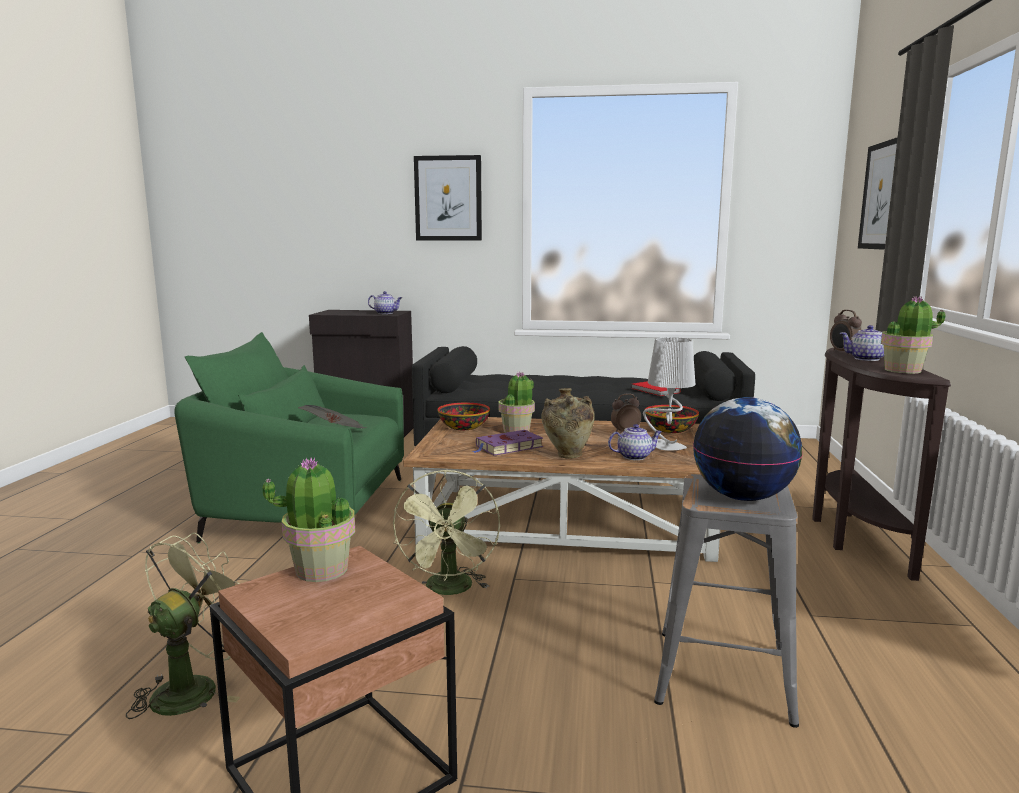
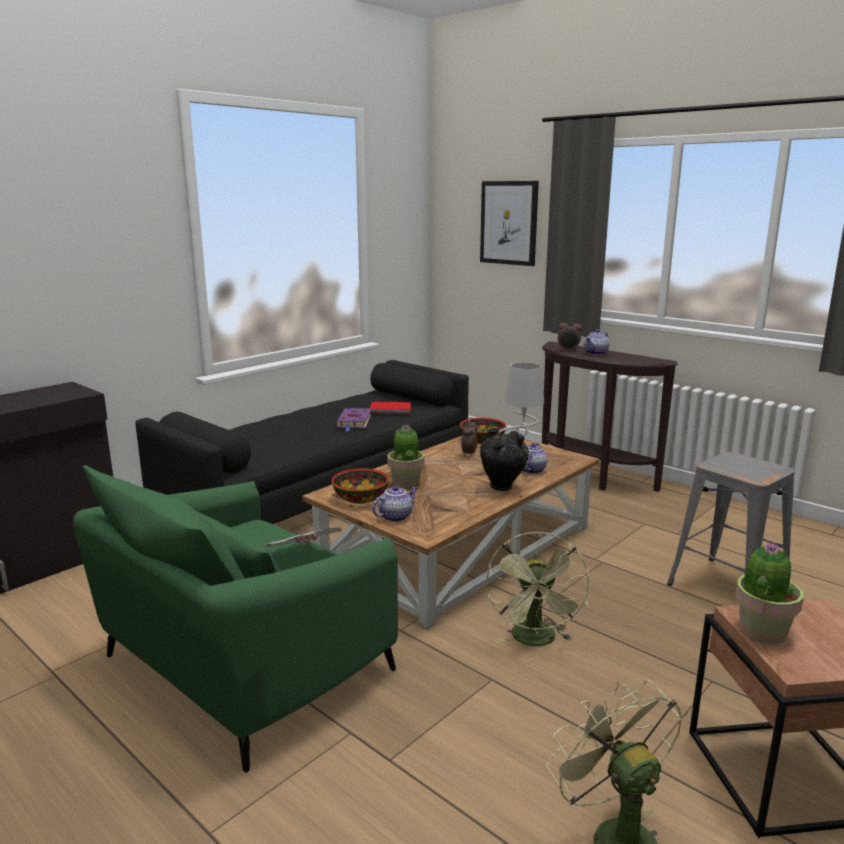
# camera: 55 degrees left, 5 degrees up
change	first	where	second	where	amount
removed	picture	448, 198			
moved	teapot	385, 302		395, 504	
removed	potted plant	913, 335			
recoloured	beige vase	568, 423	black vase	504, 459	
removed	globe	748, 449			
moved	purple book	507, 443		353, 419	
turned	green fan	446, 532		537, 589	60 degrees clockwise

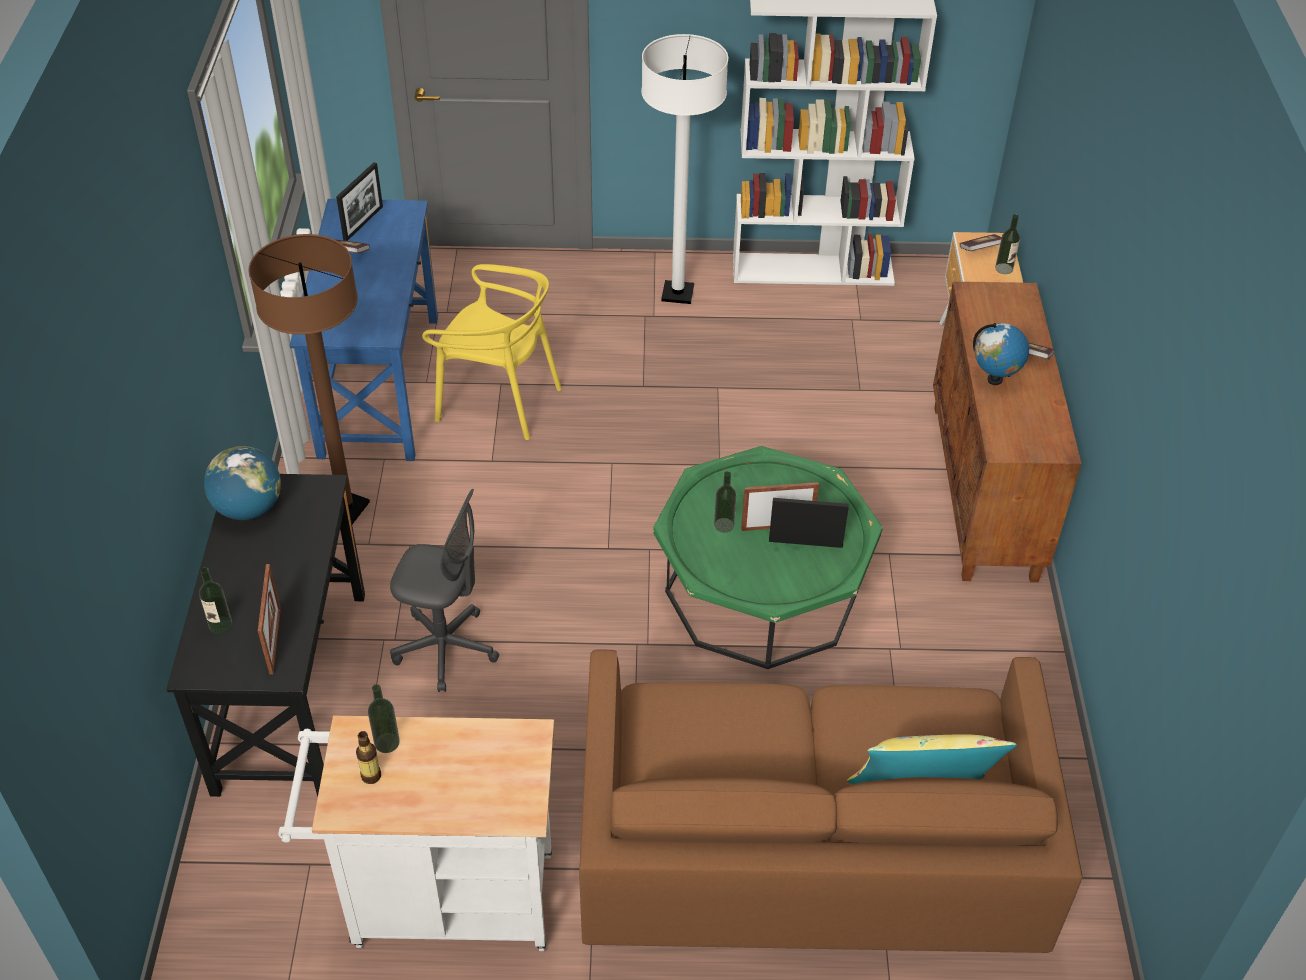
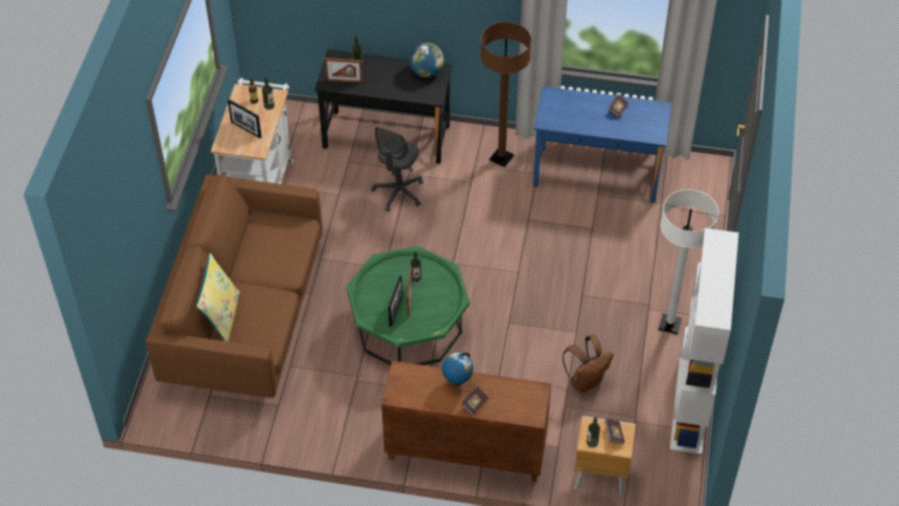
# camera: 100 degrees right, 5 degrees up
change	first	where	second	where	amount
moved	picture frame	359, 201		245, 118	
removed	yellow chair	492, 352			
added			brown backpack	588, 363	

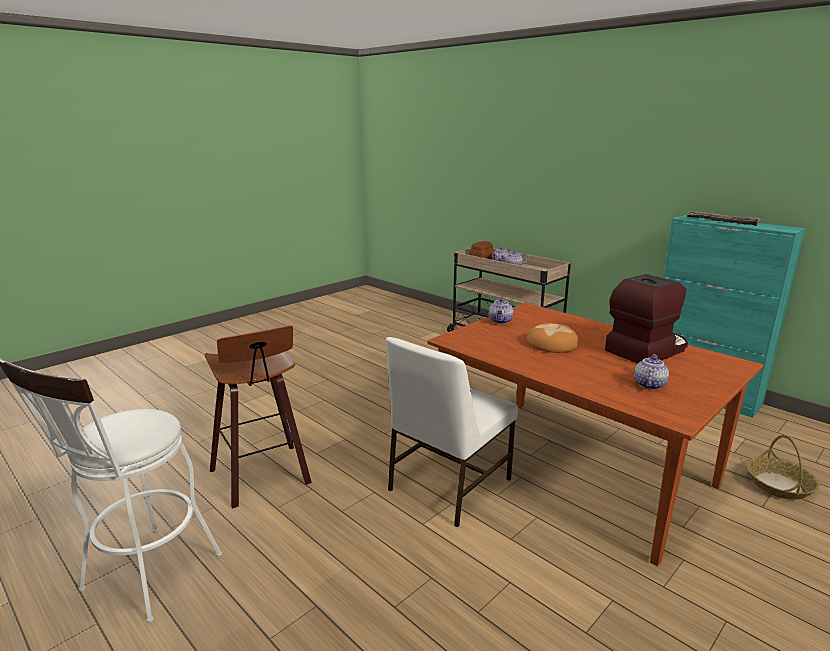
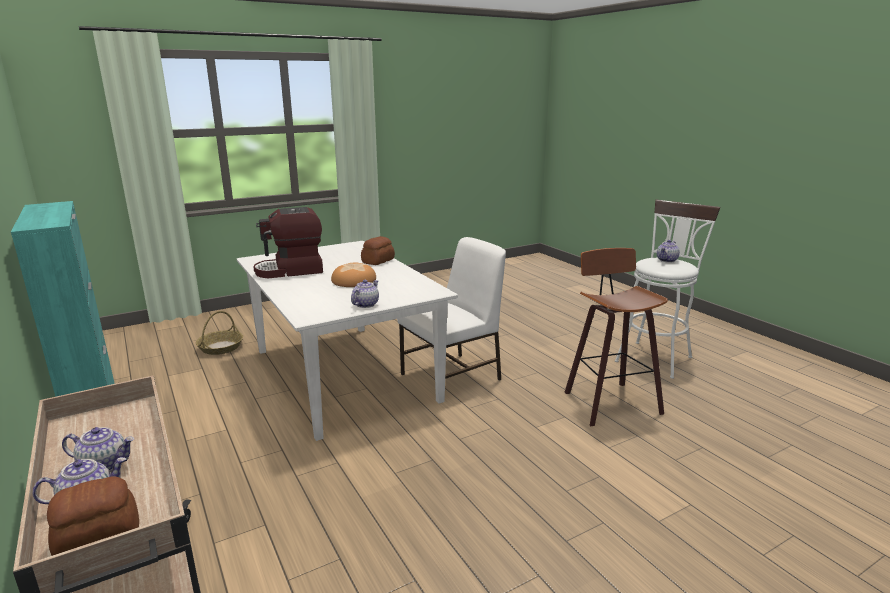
# camera: 165 degrees left, 0 degrees up
change	first	where	second	where	amount
removed	tray	724, 218			
recoloured	brown dining table	595, 434	white dining table	347, 341	
moved	teapot	651, 372		668, 251	
added			bread	378, 250	

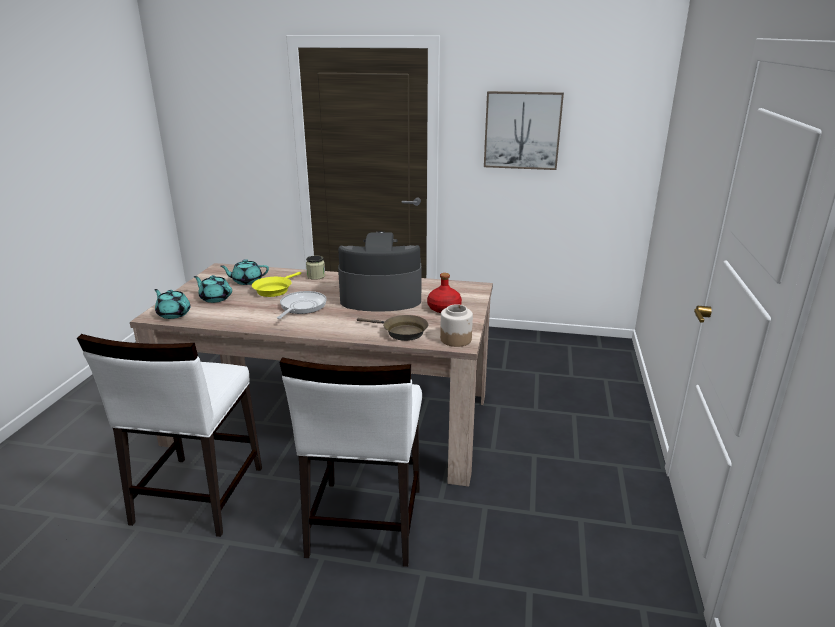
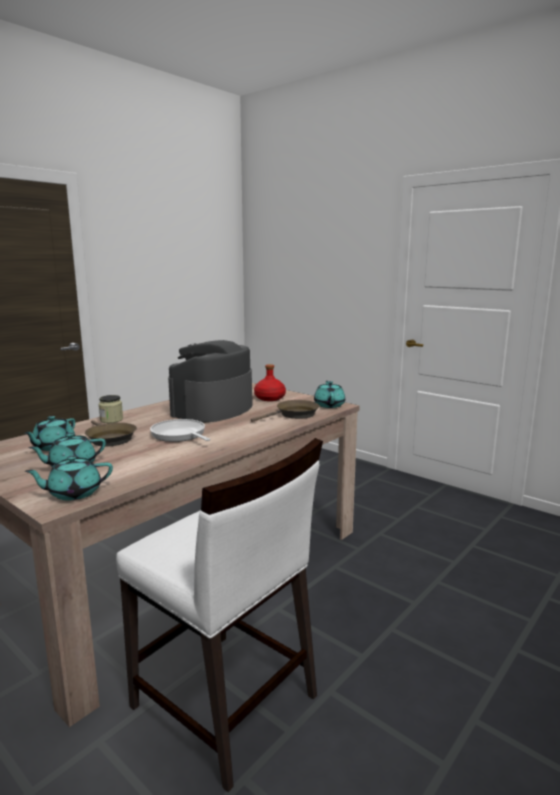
# camera: 60 degrees left, 10 degrees down
change	first	where	second	where	amount
removed	picture	524, 130			
recoloured	yellow frying pan	276, 284	brown frying pan	111, 433	
replaced	jar	456, 325	turquoise teapot	329, 394	
removed	white chair	350, 462			

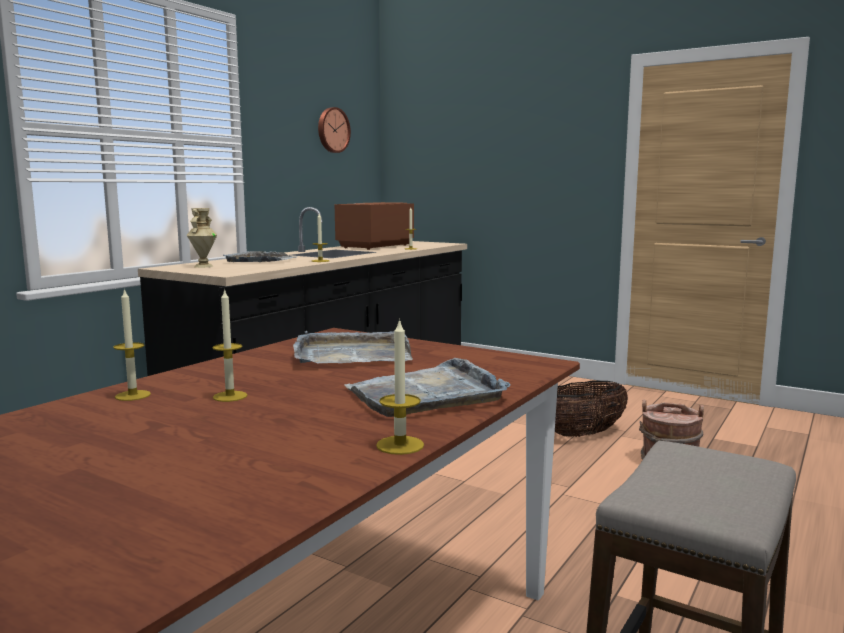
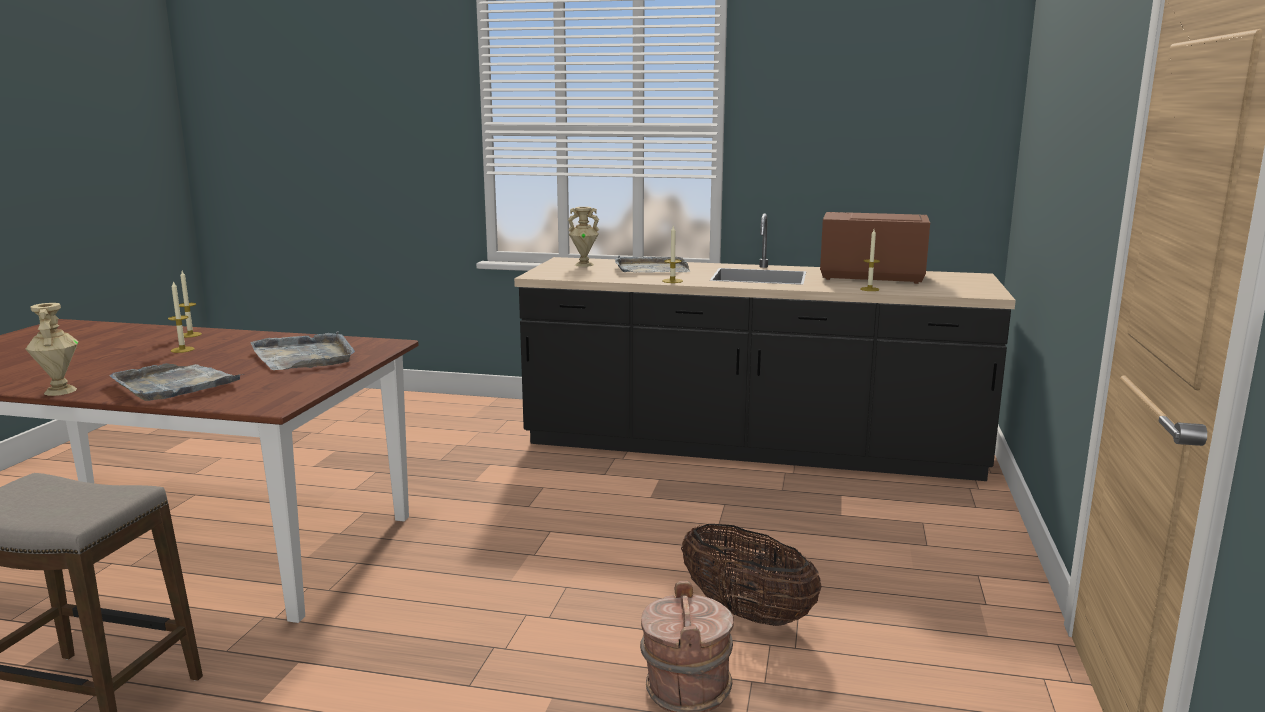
# camera: 70 degrees right, 5 degrees up
change	first	where	second	where	amount
removed	wall clock	334, 130			
replaced	candle	400, 386	beige vase	52, 349	

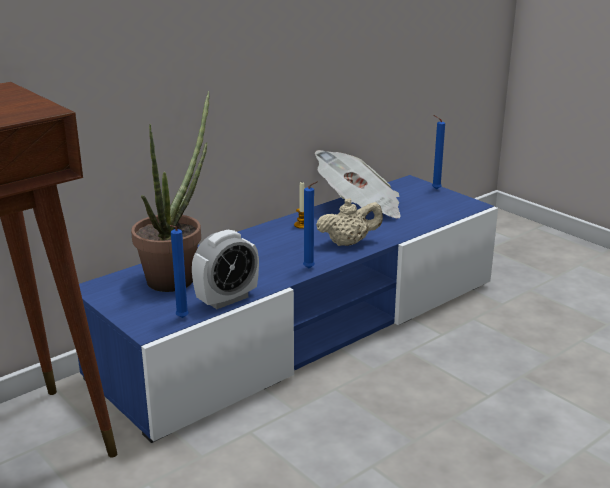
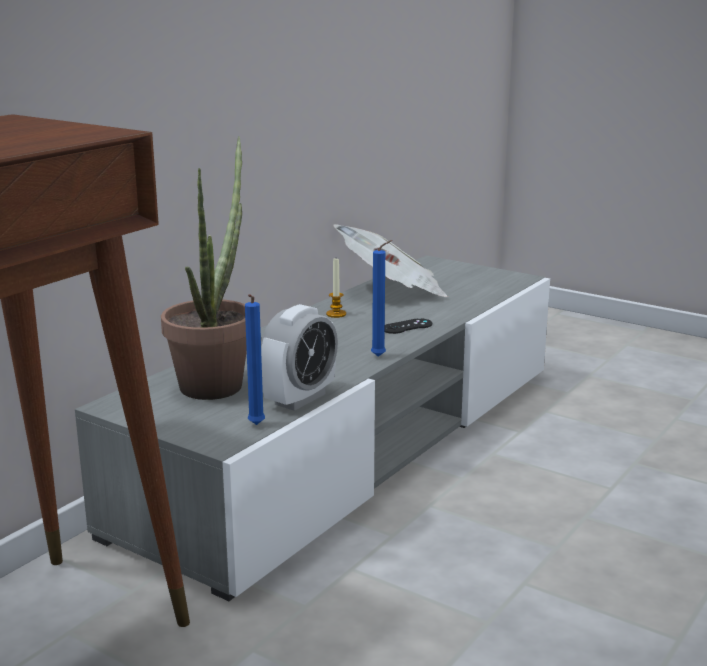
# camera: 15 degrees left, 5 degrees down
change	first	where	second	where	amount
removed	blue candle	438, 152			
recoloured	blue tv stand	288, 309	grey tv stand	312, 428	
replaced	beige teapot	349, 222	black game controller	408, 326	

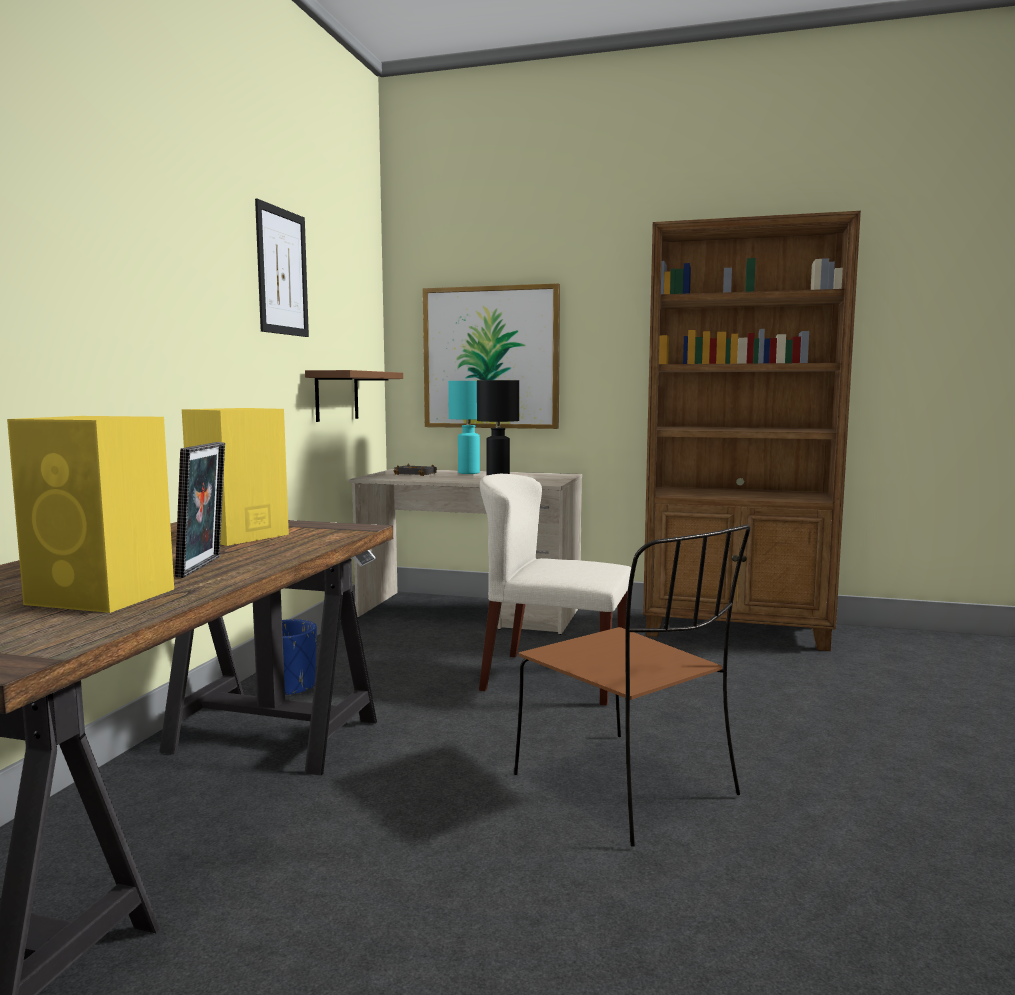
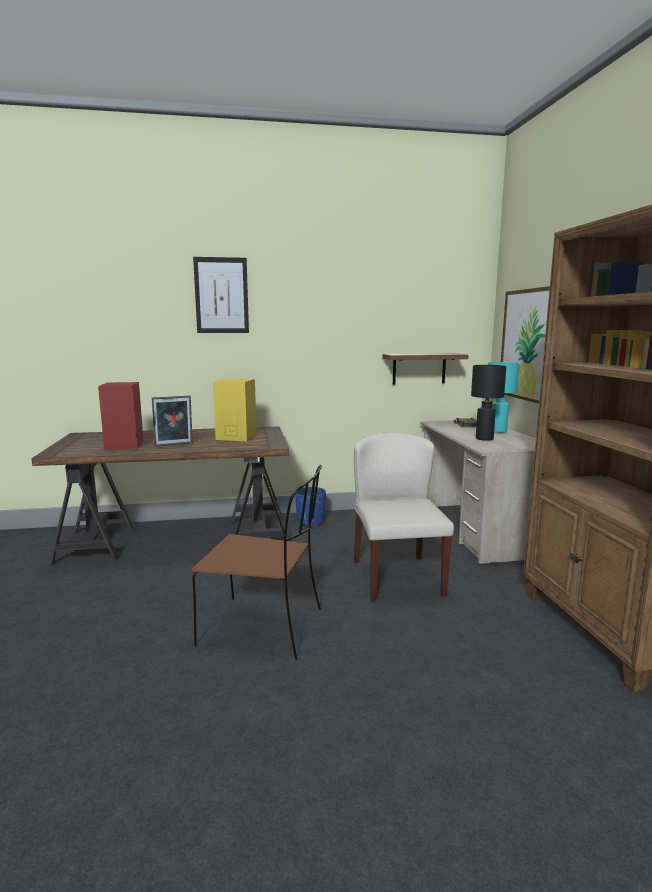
# camera: 65 degrees right, 5 degrees up
change	first	where	second	where	amount
moved	picture	282, 268		221, 295	
recoloured	yellow speaker	90, 514	red speaker	121, 416	
turned	brown chair	632, 686		257, 562	105 degrees counterclockwise

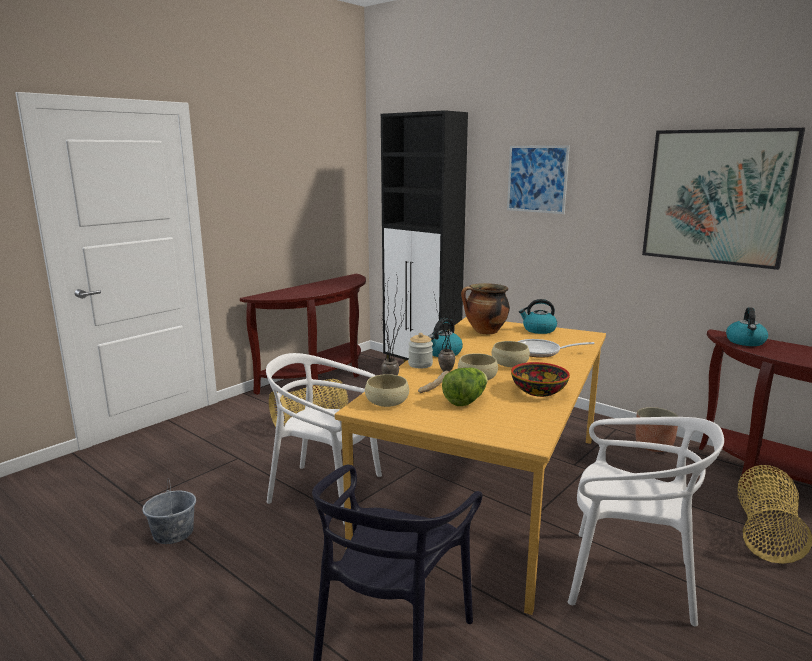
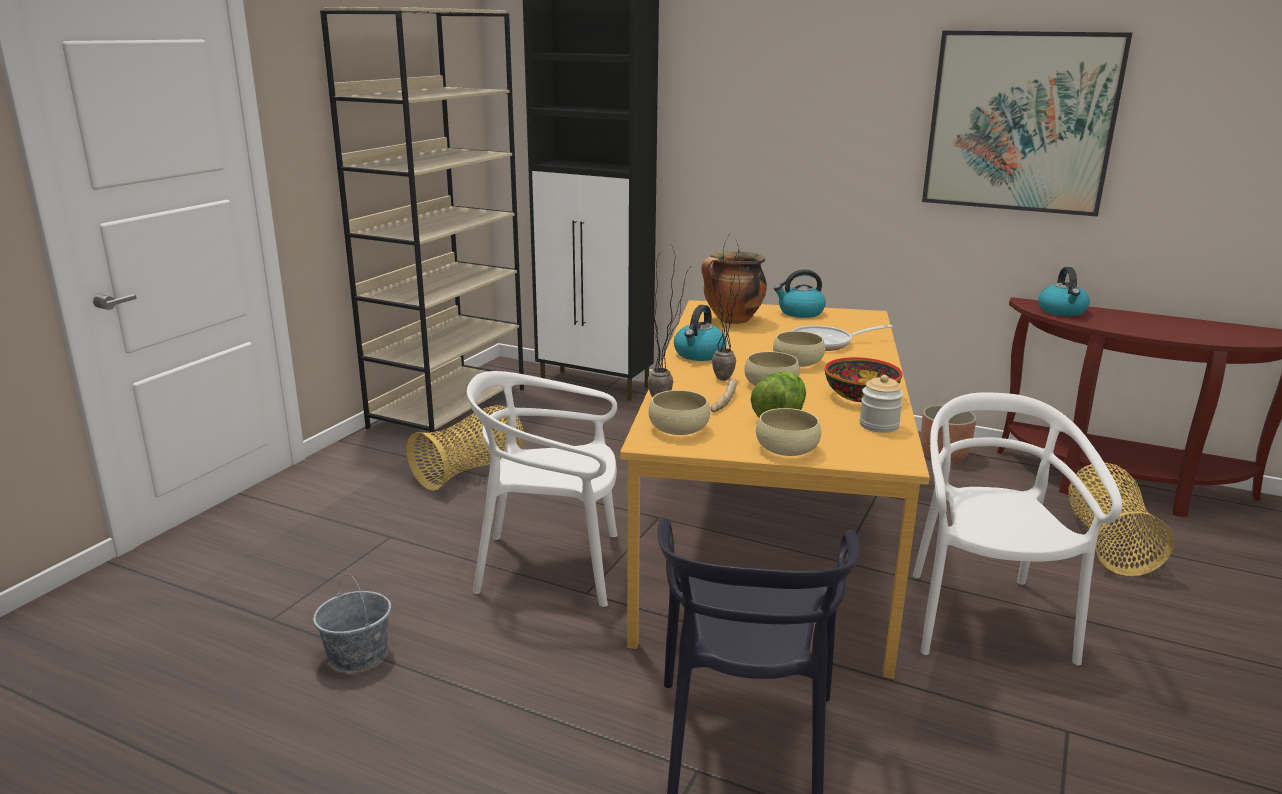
# camera: 15 degrees left, 5 degrees up
change	first	where	second	where	amount
removed	picture	538, 179			
replaced	brown console table	303, 334	beige bookcase	422, 225	
moved	jar	420, 350		881, 404	
turned	white chair	646, 522		1017, 528	90 degrees counterclockwise
added			beige bowl	788, 432	

